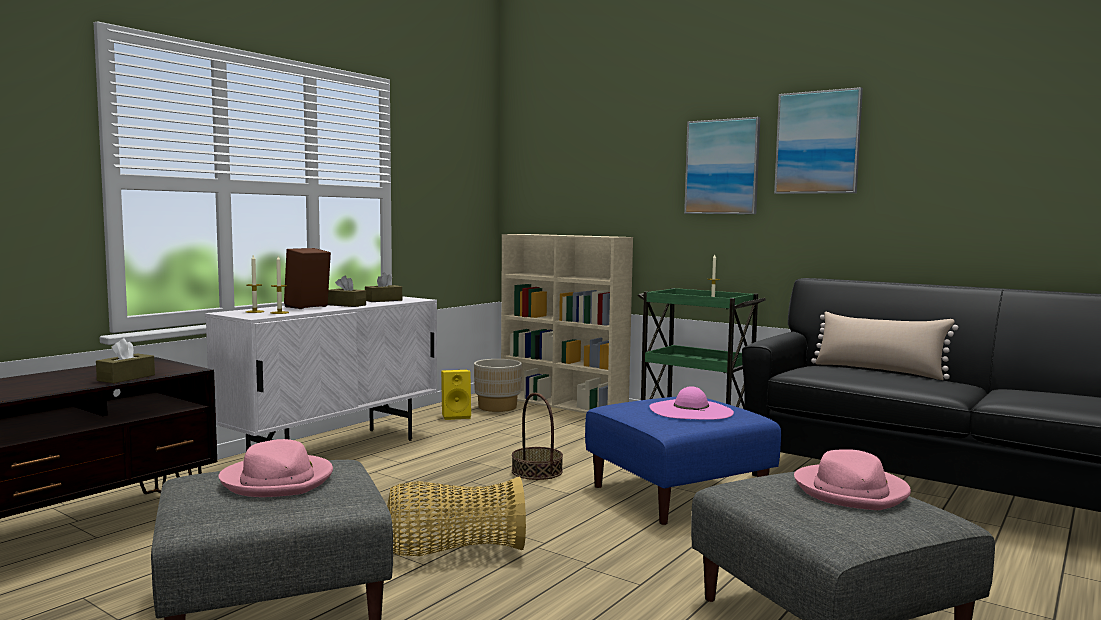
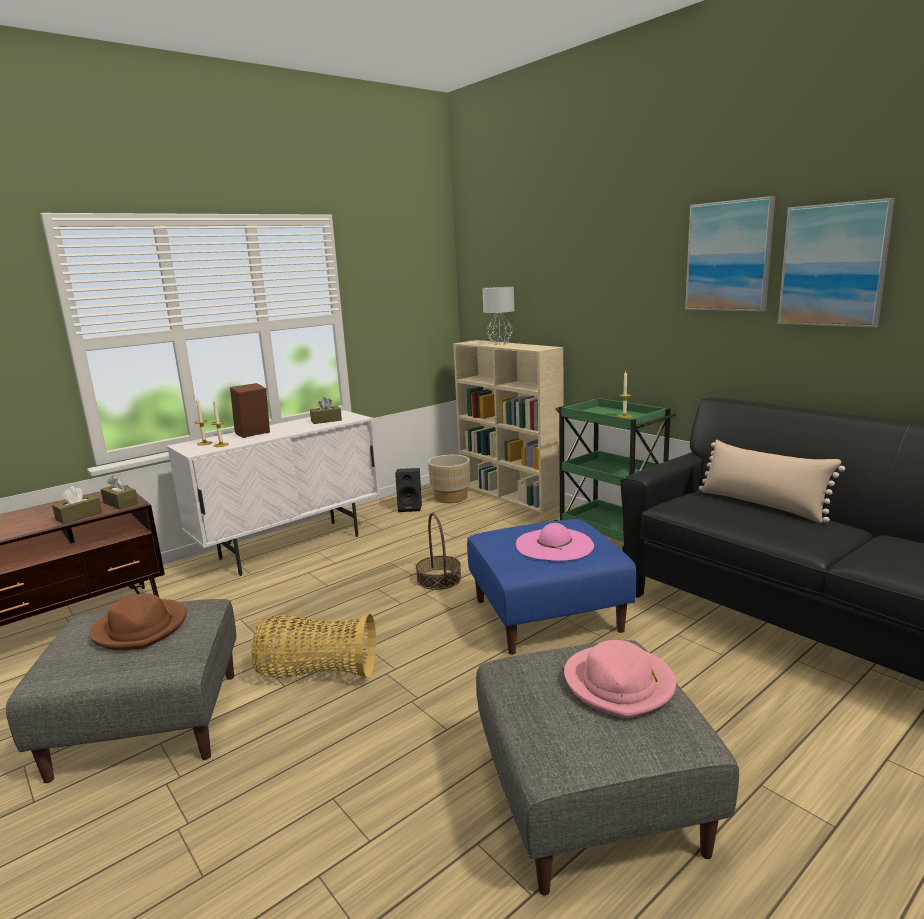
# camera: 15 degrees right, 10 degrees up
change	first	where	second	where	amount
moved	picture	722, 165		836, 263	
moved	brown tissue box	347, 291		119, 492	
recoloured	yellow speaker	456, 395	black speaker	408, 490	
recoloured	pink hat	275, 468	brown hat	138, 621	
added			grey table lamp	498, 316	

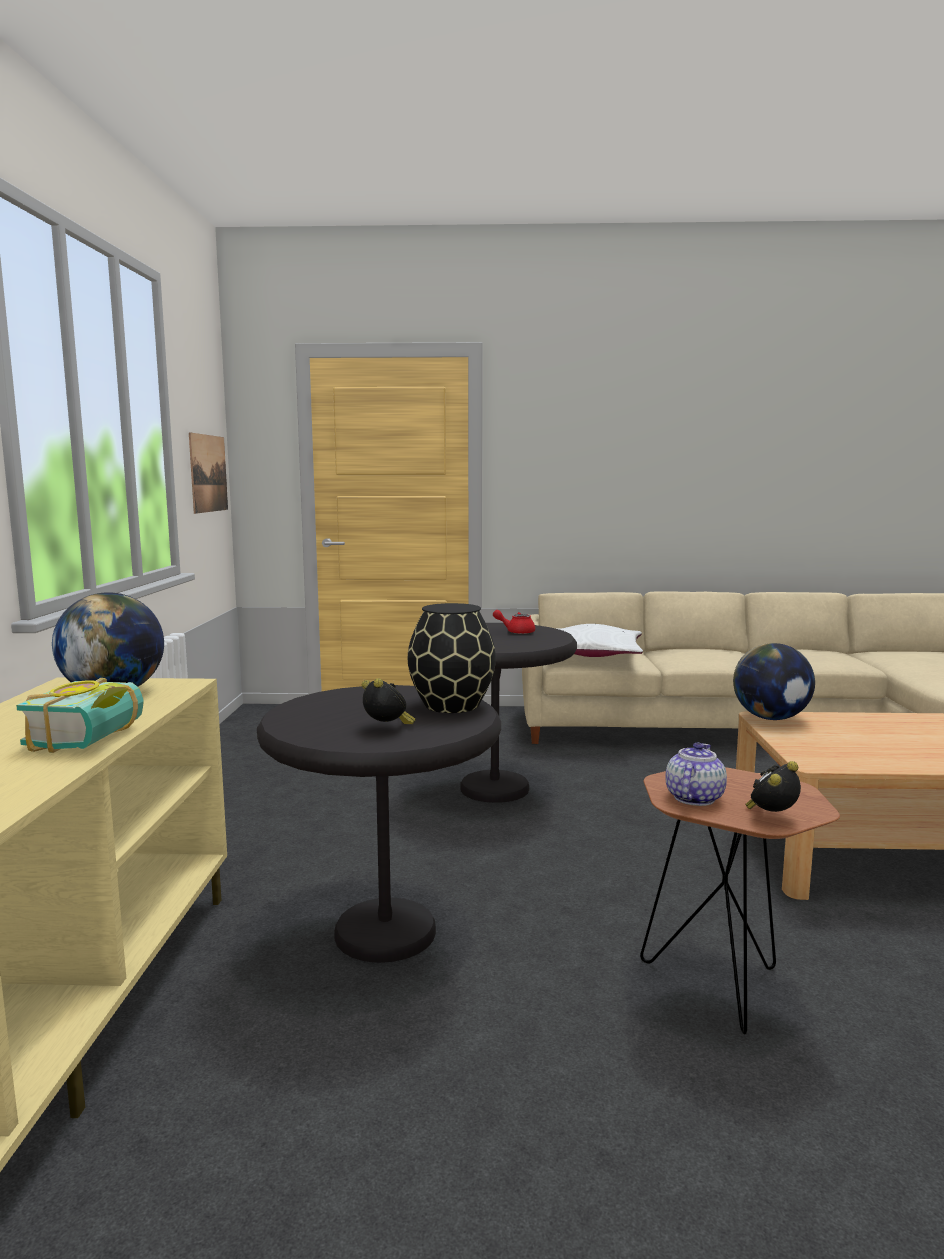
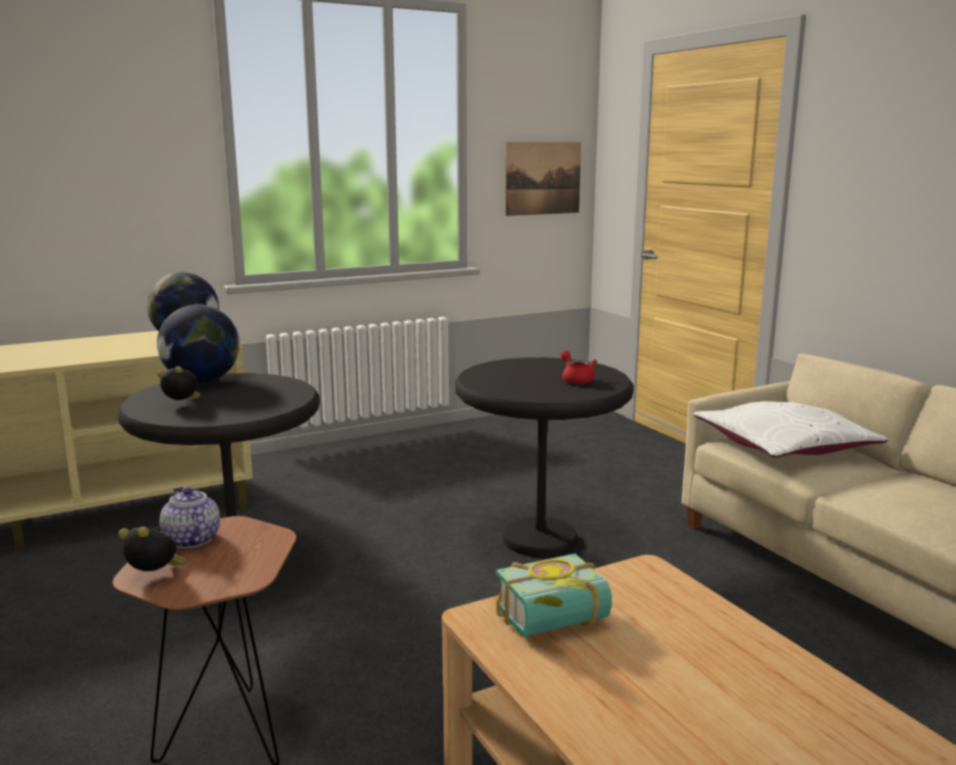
# camera: 60 degrees right, 5 degrees up
change	first	where	second	where	amount
removed	black vase	451, 658			
moved	globe	774, 681		198, 343	
moved	book	80, 715		554, 595	
turned	alarm clock	389, 701		178, 383	105 degrees counterclockwise
turned	teapot	696, 774		190, 517	120 degrees counterclockwise

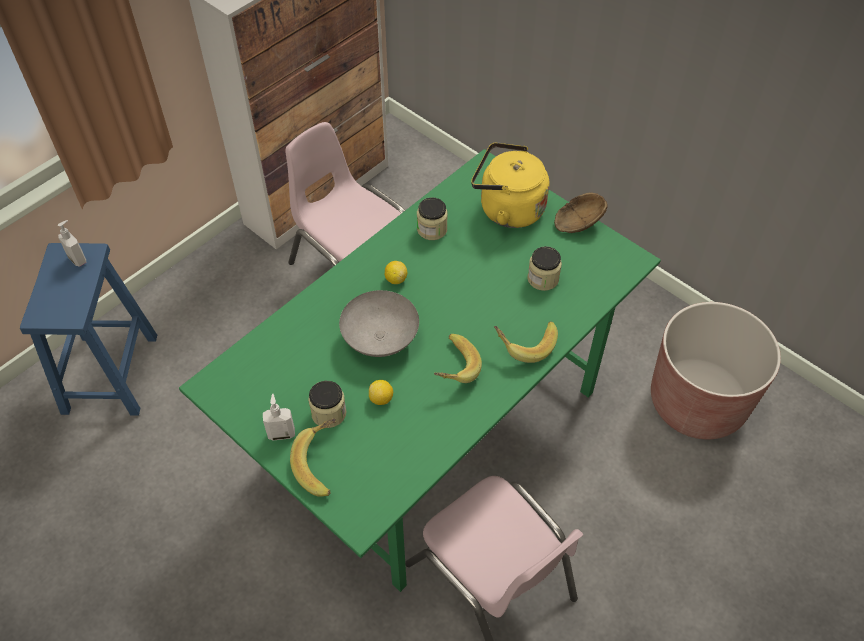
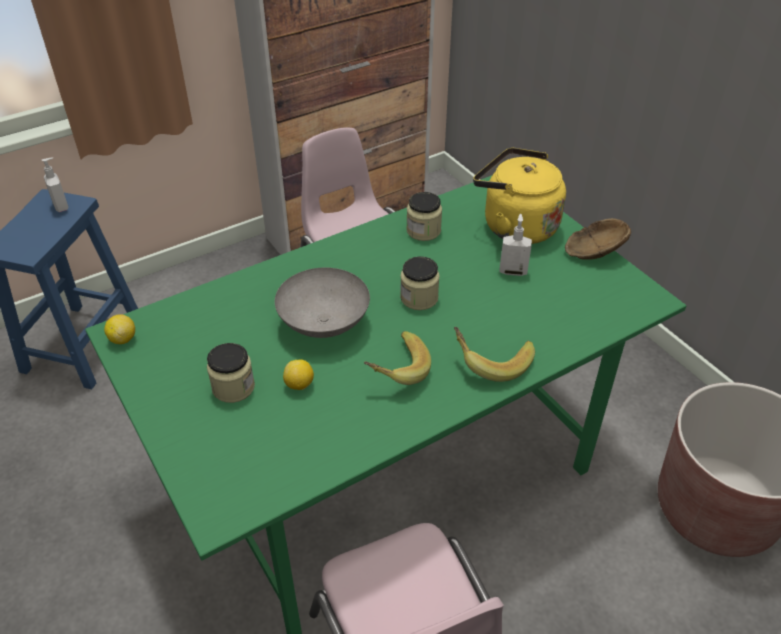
# camera: 15 degrees right, 10 degrees down
change	first	where	second	where	amount
moved	jar	544, 268		420, 283	
moved	lemon	396, 272		119, 329	
moved	soap dispenser	279, 417		515, 245	
removed	banana	313, 457			

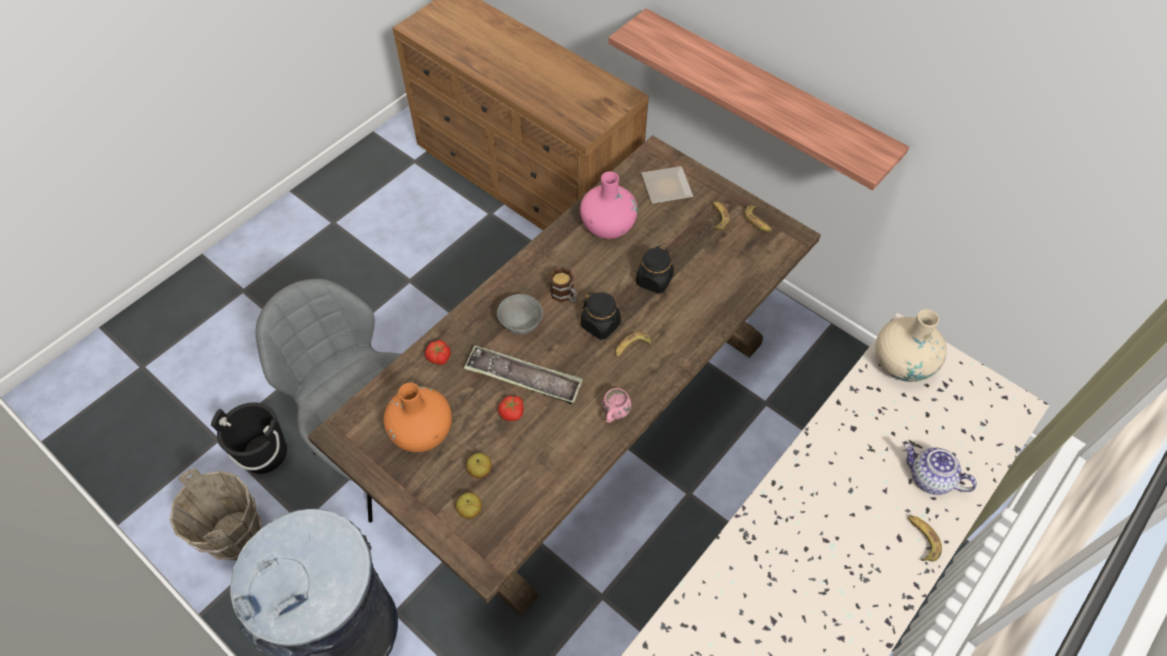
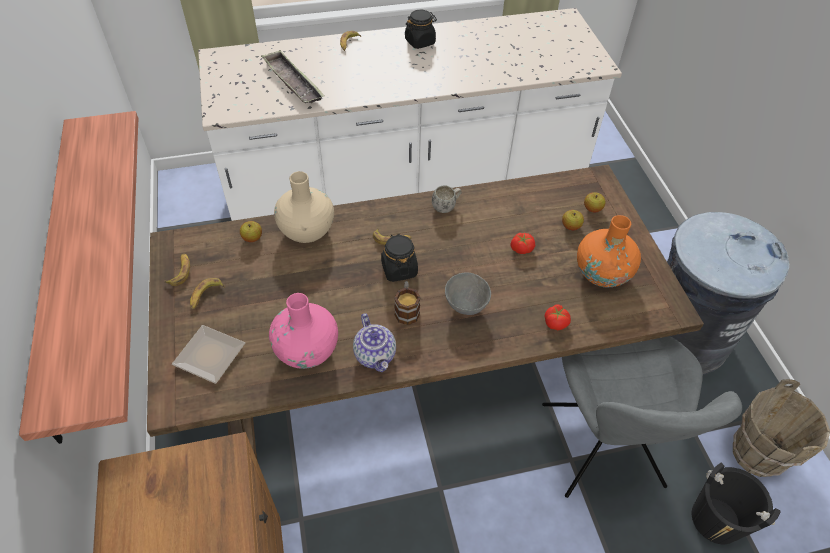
# camera: 145 degrees left, 5 degrees down
change	first	where	second	where	amount
moved	black jar	655, 269		421, 29	
moved	beige vase	911, 345		304, 207	
moved	tray	523, 374		293, 76	
recoloured	pink mug	617, 405	white mug	447, 199	
moved	teapot	940, 469		374, 342	
added			apple	251, 231	

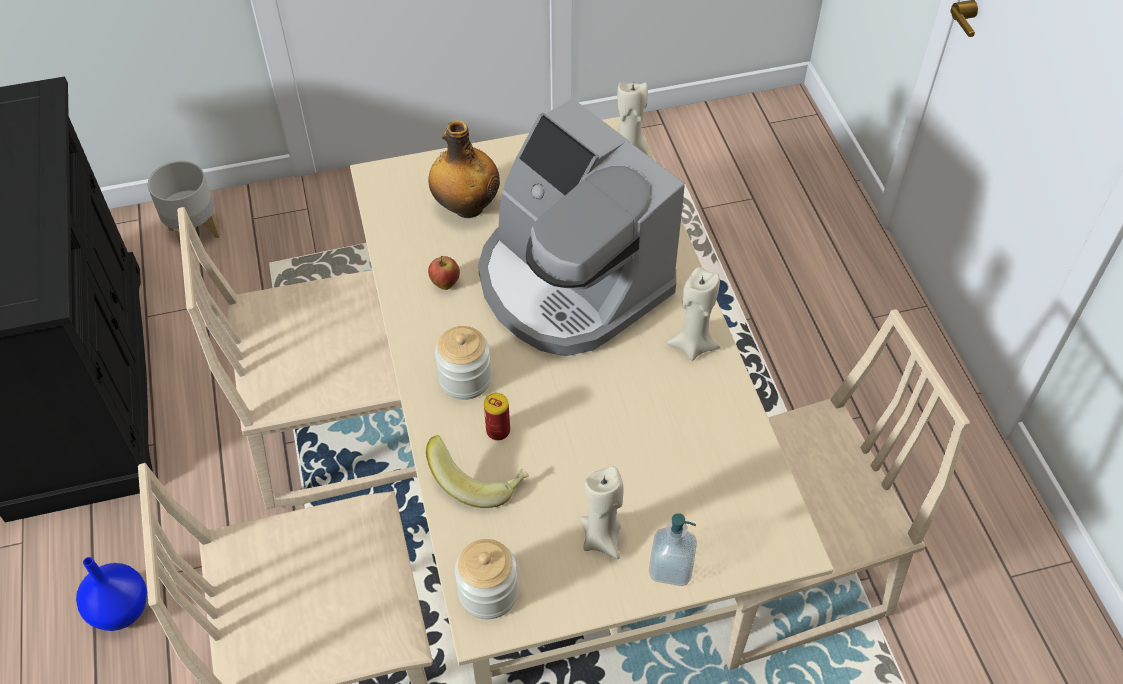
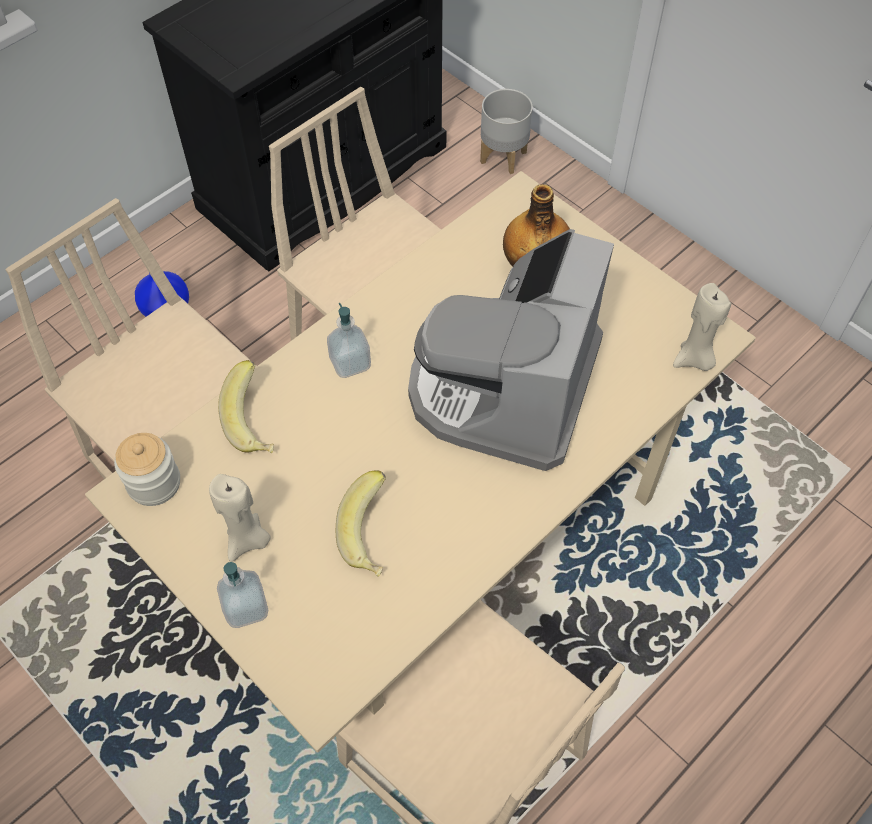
# camera: 60 degrees right, 5 degrees up
change	first	where	second	where	amount
removed	apple	444, 273			
removed	beige candle	694, 314			
replaced	jar	463, 363	soap dispenser	349, 340	
removed	can	497, 416			
added			banana	361, 524	

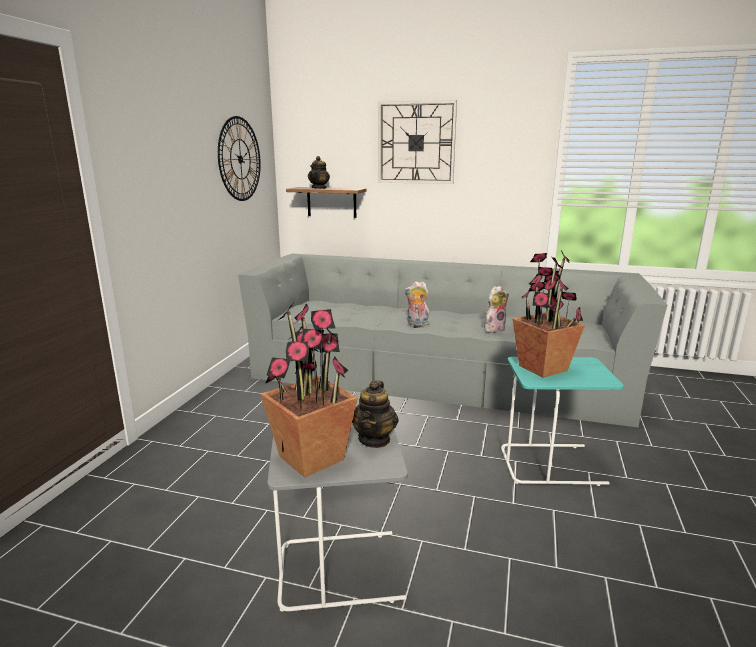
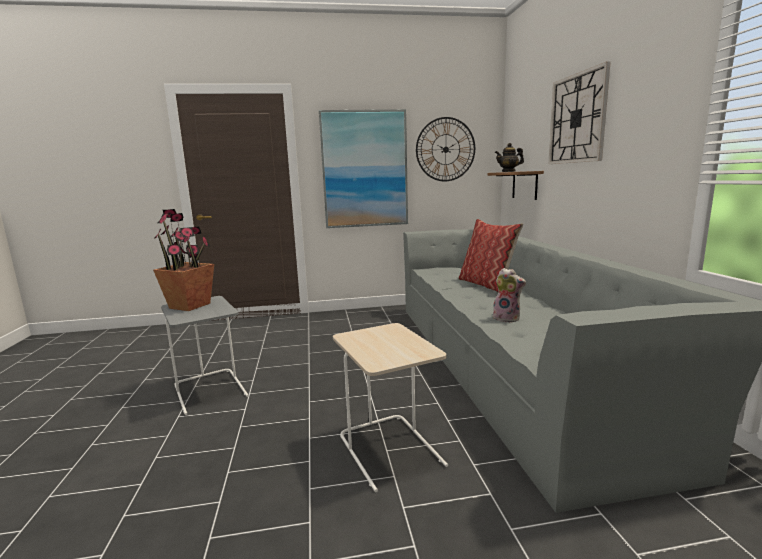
# camera: 65 degrees right, 5 degrees down
change	first	where	second	where	amount
removed	potted plant	548, 314			
removed	plush toy	417, 303			
recoloured	turquoise side table	562, 421	beige side table	390, 407	
removed	teapot	375, 414			
added			picture	363, 168	
added			pillow	490, 255	

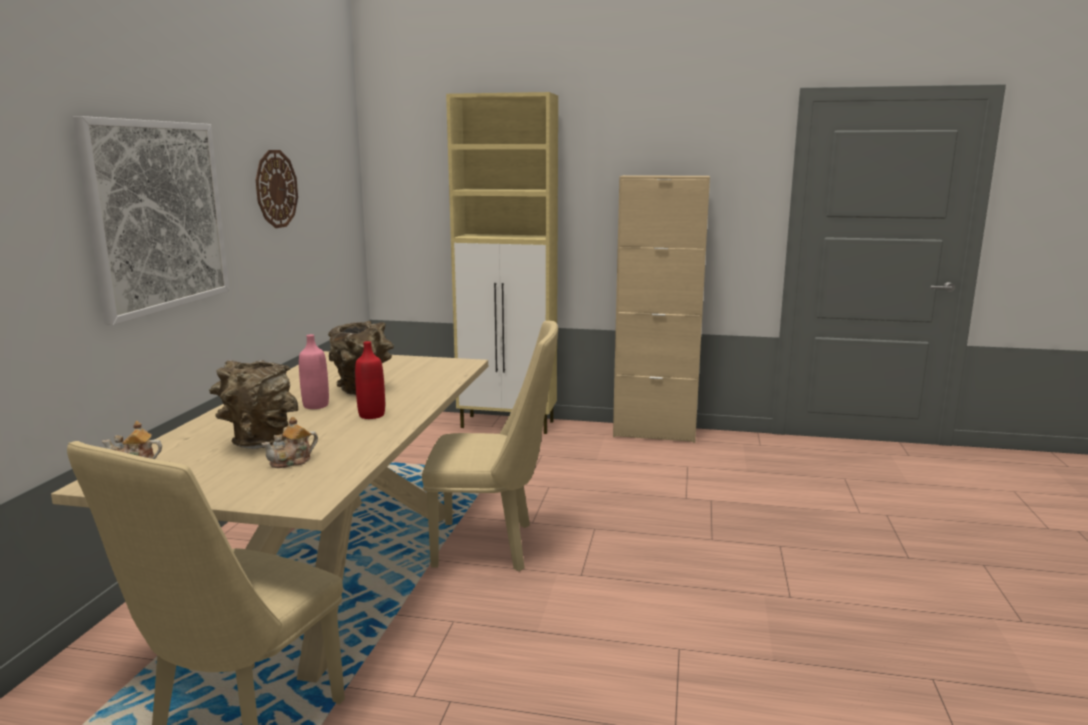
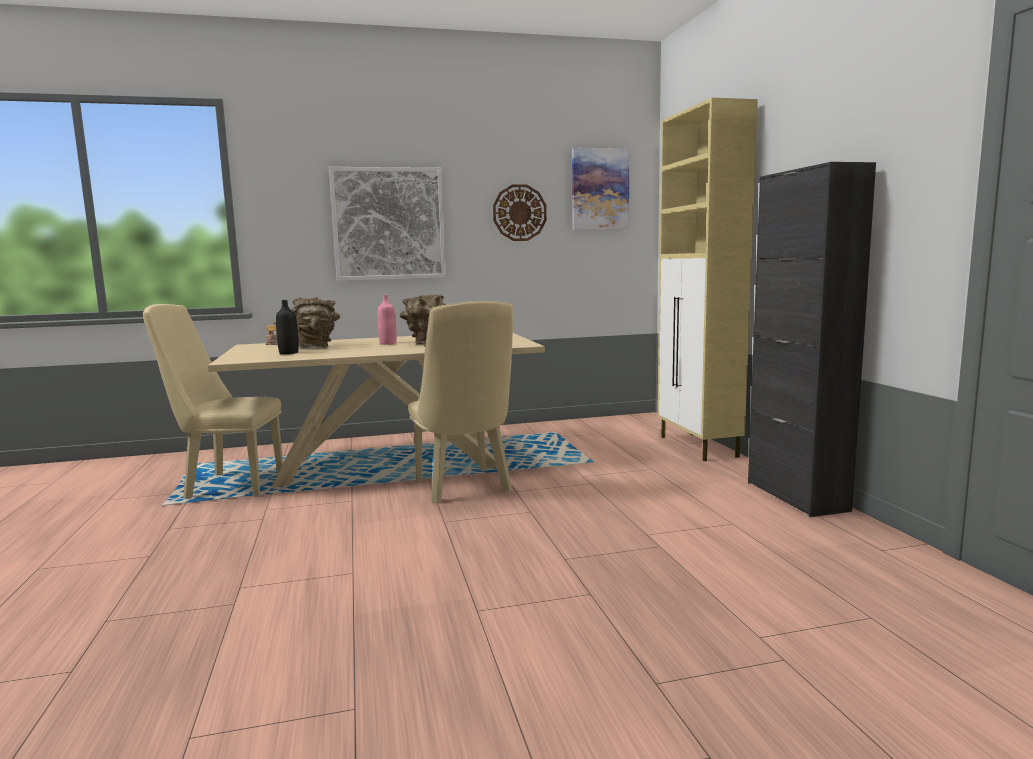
# camera: 65 degrees right, 5 degrees down
change	first	where	second	where	amount
recoloured	beige cabinet	661, 309	black cabinet	812, 339	
removed	red bottle	370, 380			
replaced	teapot	290, 442	black bottle	287, 327	
added			picture	600, 189	

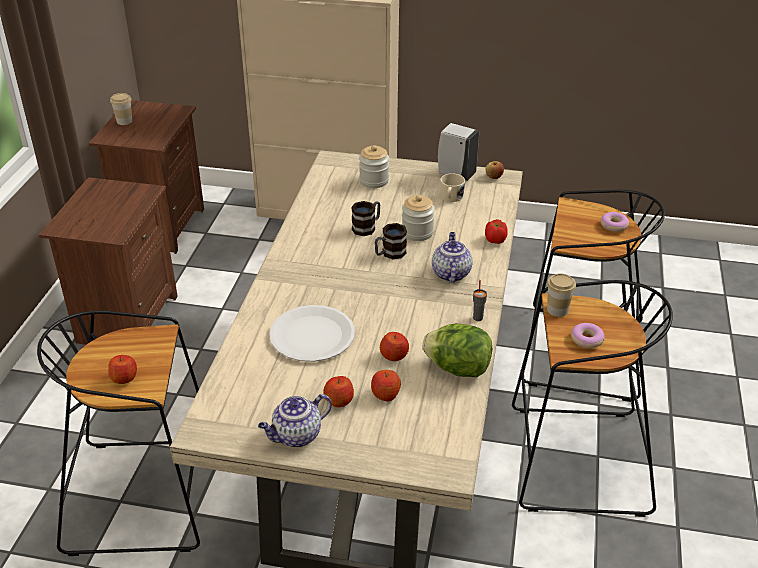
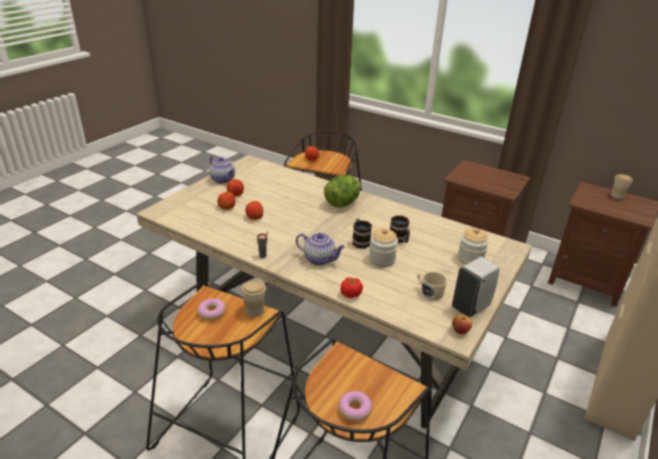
# camera: 110 degrees right, 5 degrees down
change	first	where	second	where	amount
removed	white plate	312, 333			
moved	lettuce	457, 350		342, 191	
turned	teapot	295, 420		222, 170	150 degrees clockwise

